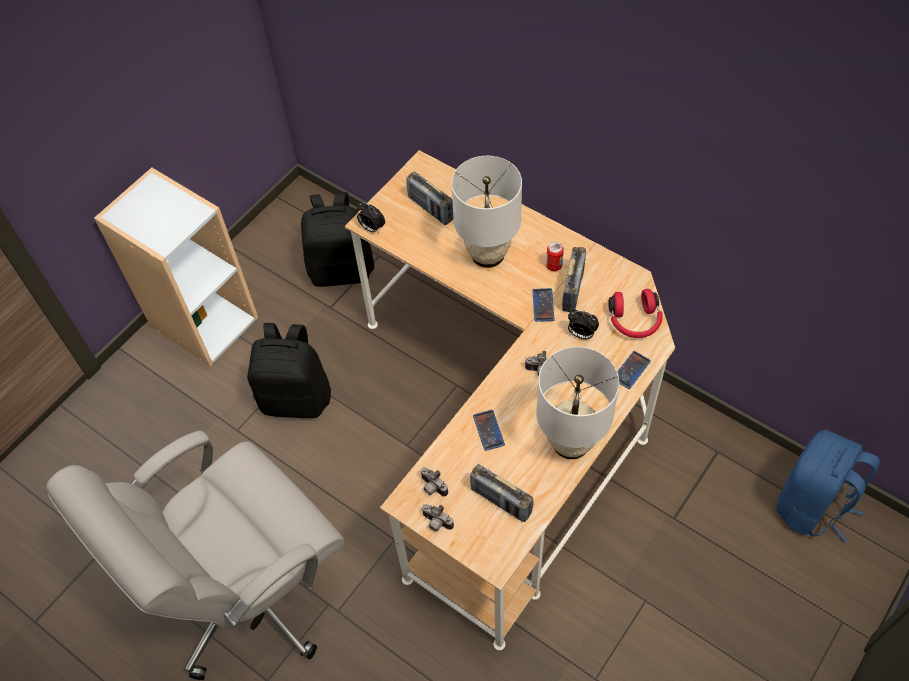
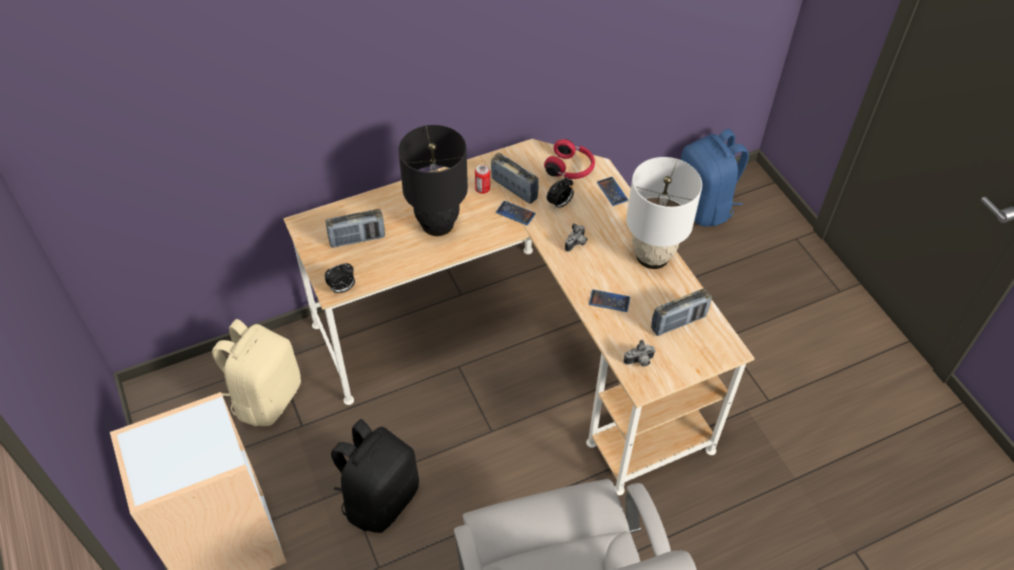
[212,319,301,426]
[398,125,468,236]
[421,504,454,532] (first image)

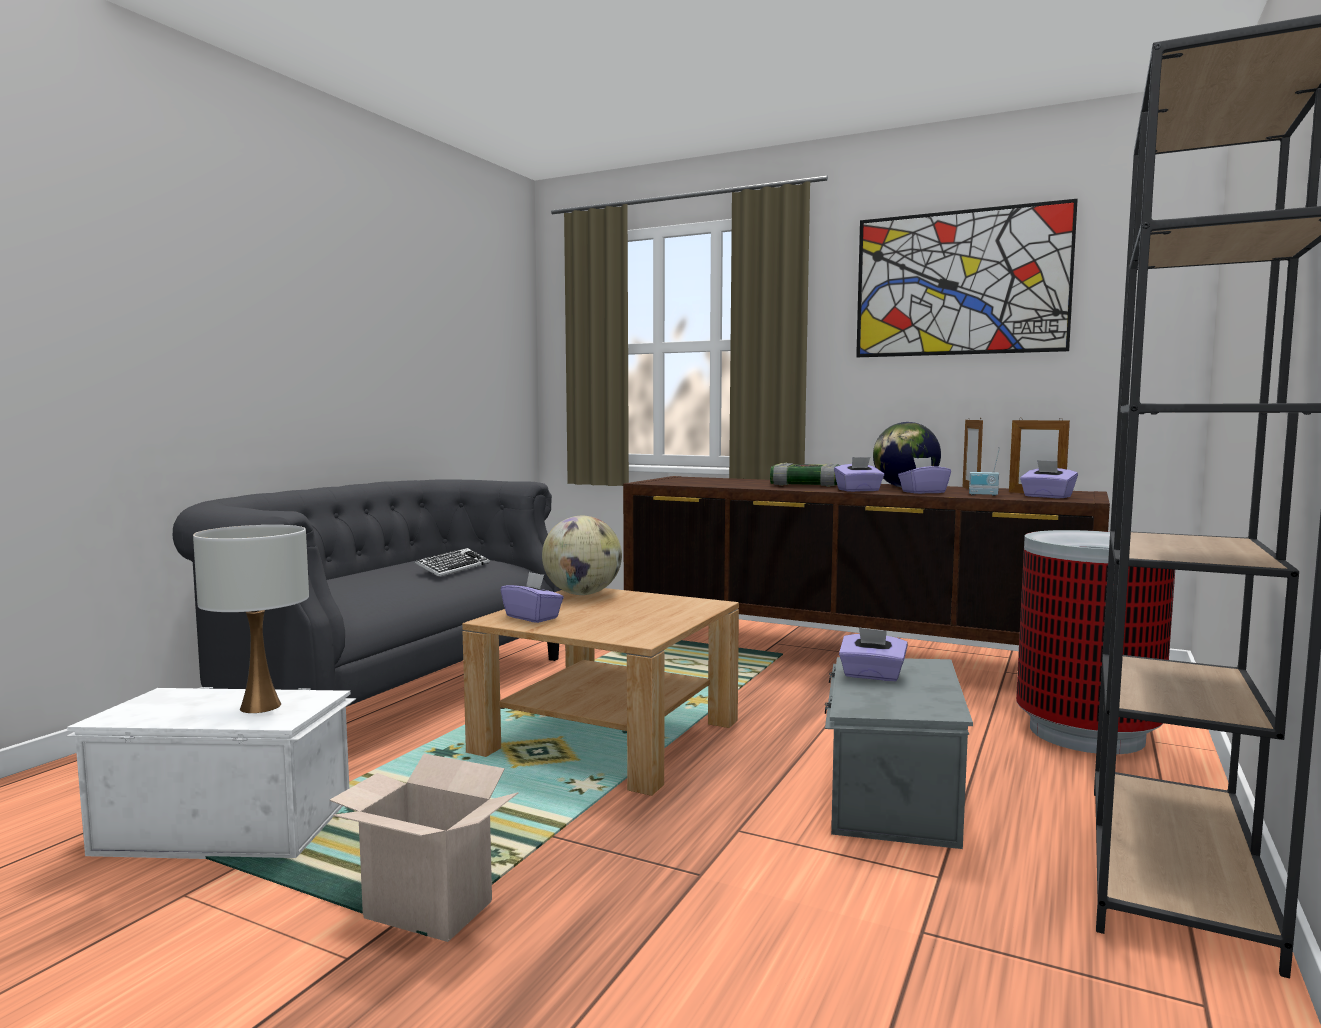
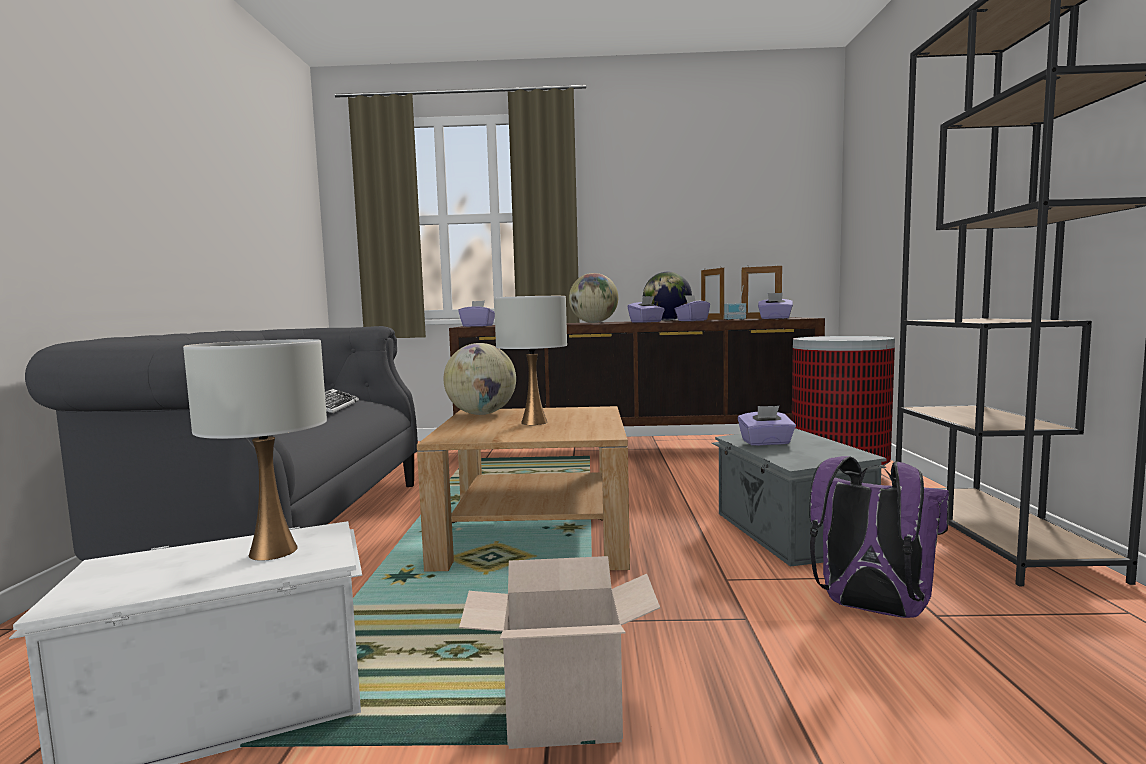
[458,300,495,327]
[494,296,567,425]
[569,273,618,323]
[809,456,949,618]
[856,199,1078,357] (first image)

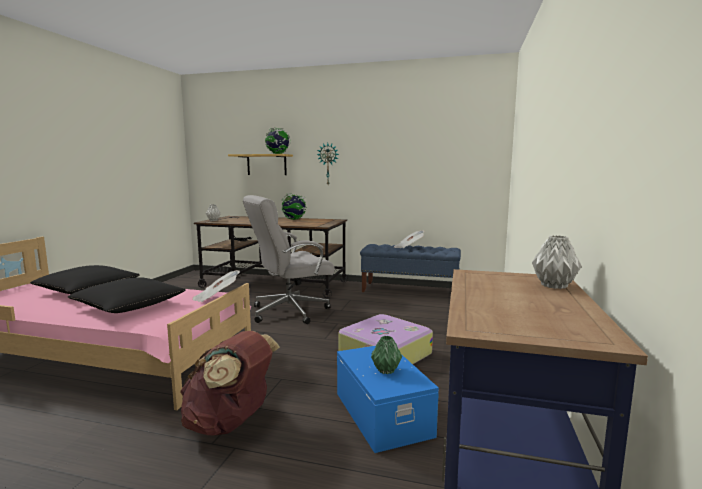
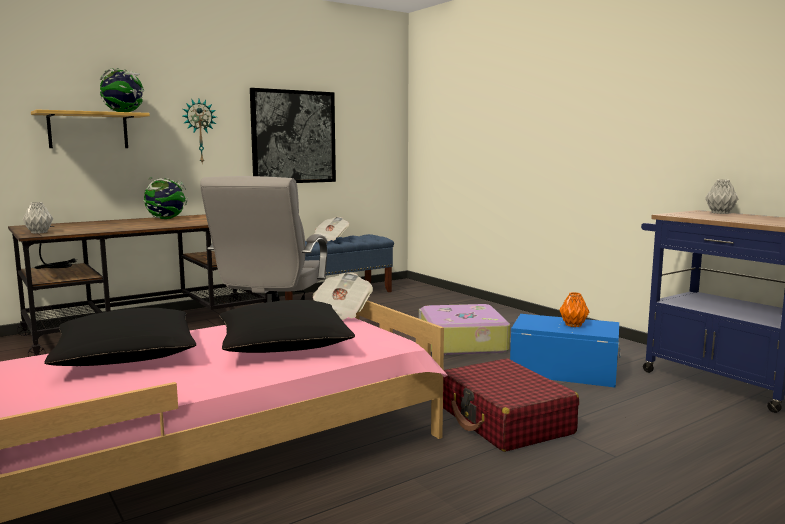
[250,88,336,183]
[443,358,579,452]
[559,292,590,327]

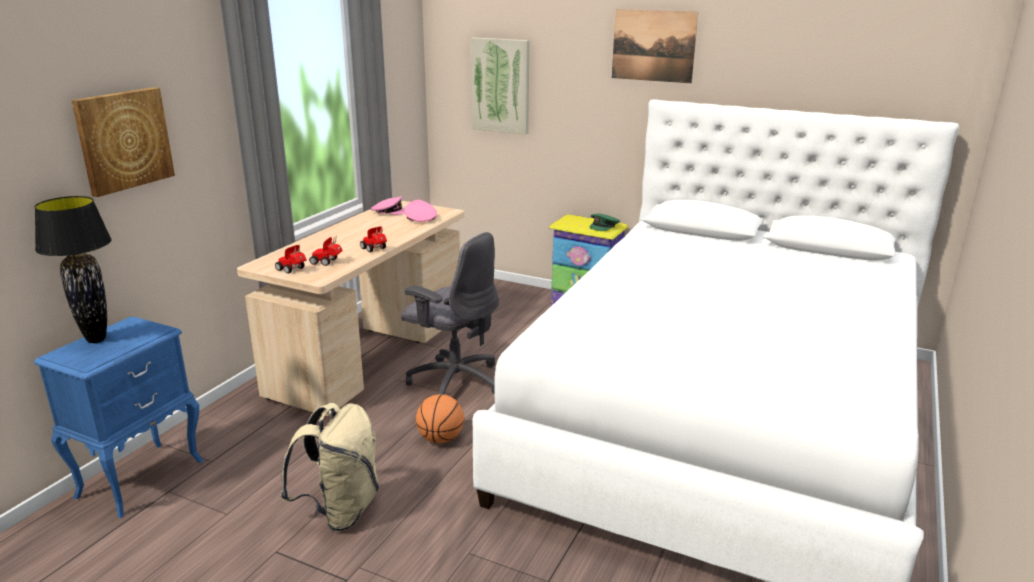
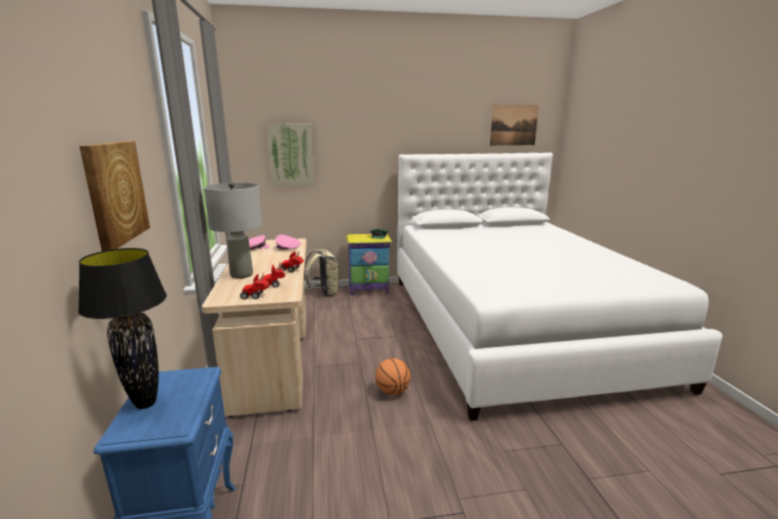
[204,182,262,279]
[304,248,338,297]
[490,105,539,146]
[401,232,499,395] (first image)

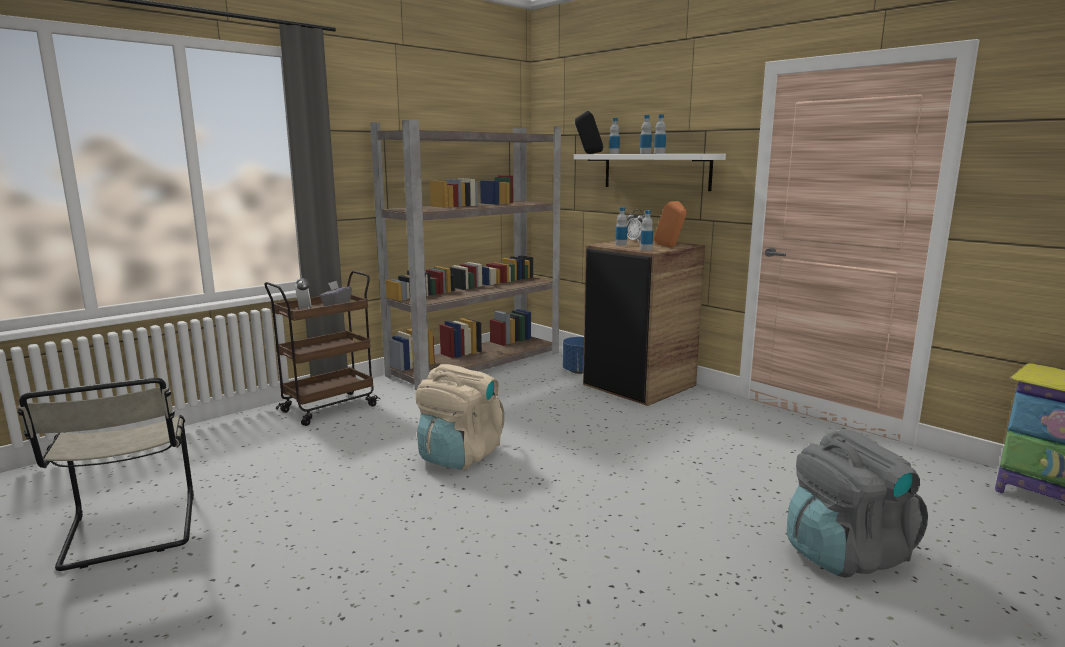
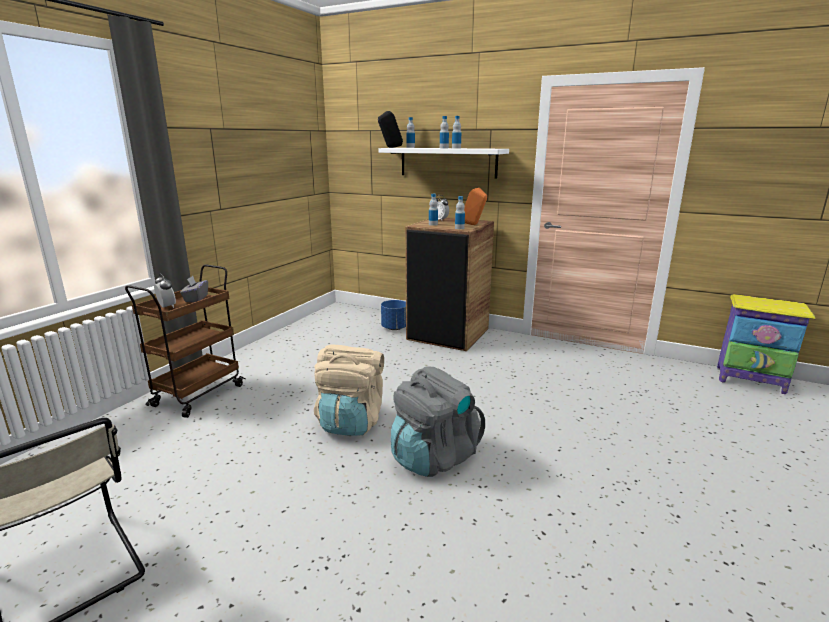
[391,366,485,477]
[370,120,561,390] (first image)

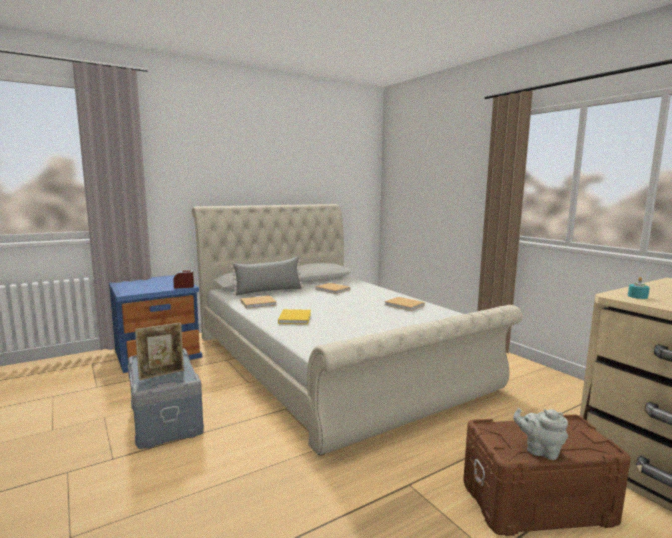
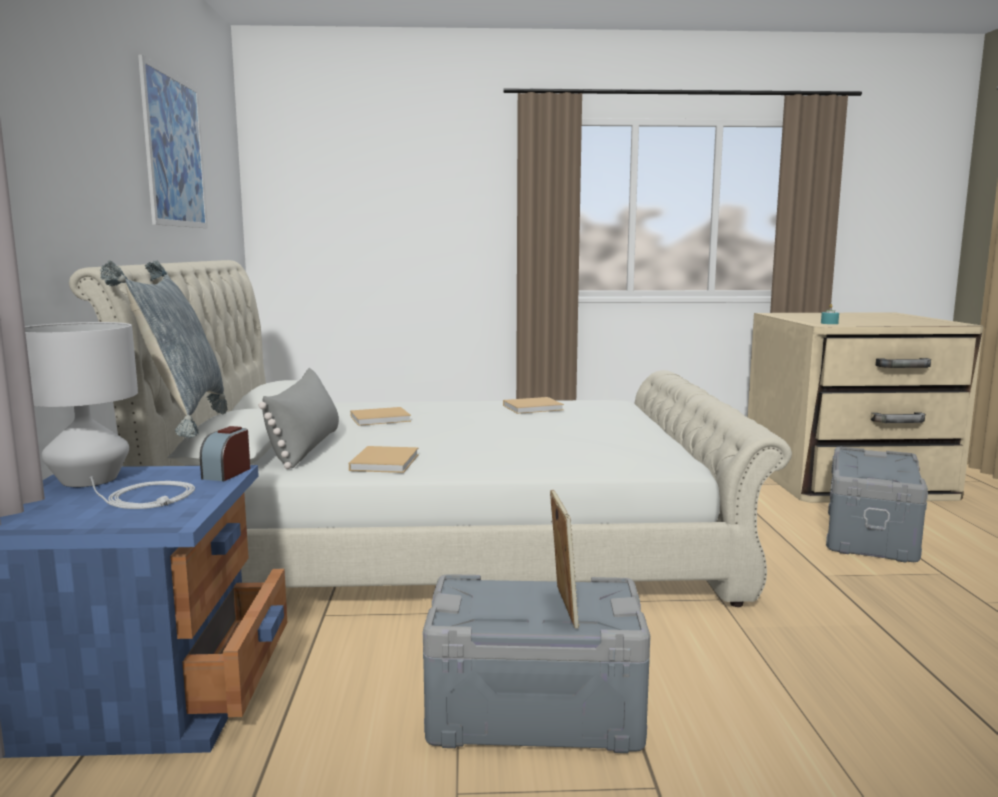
[25,322,195,509]
[100,260,228,438]
[138,55,208,228]
[826,447,928,563]
[278,309,311,324] (first image)
[513,408,568,460] (first image)

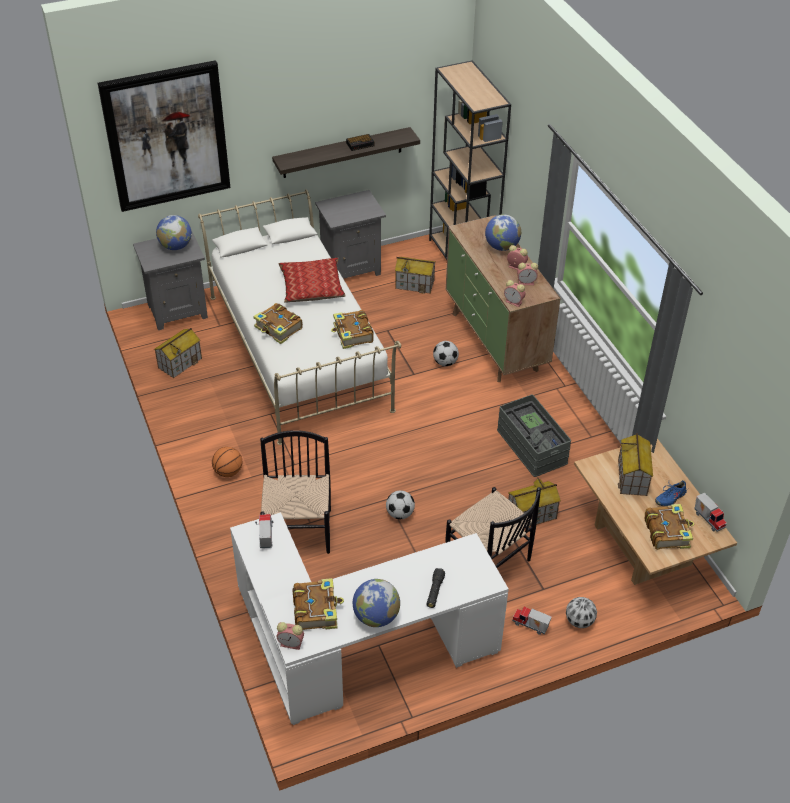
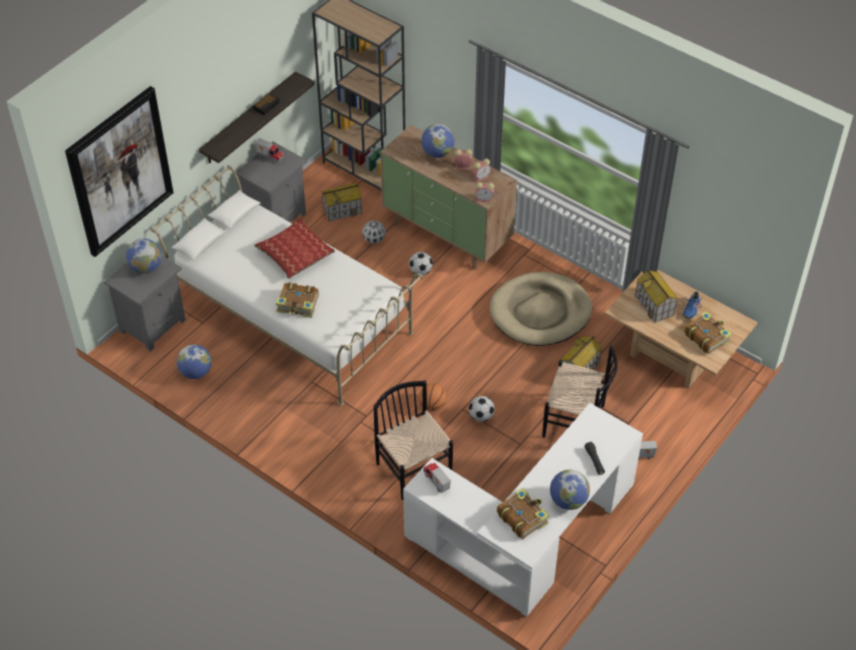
[177,345,212,379]
[254,138,284,163]
[362,220,385,244]
[419,383,447,411]
[490,272,592,346]
[277,622,304,650] (first image)
[331,310,374,349] (first image)

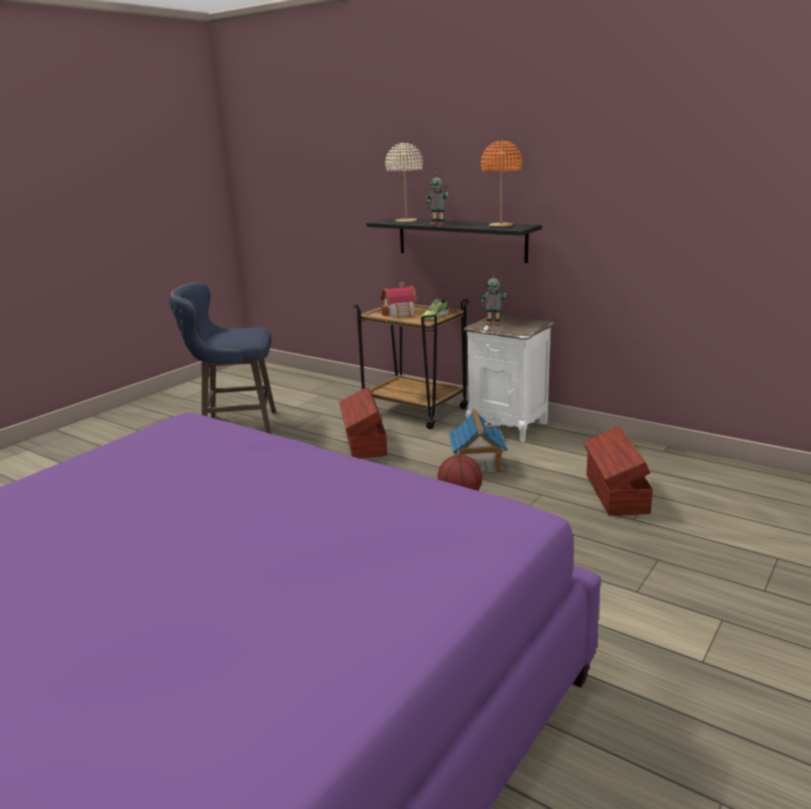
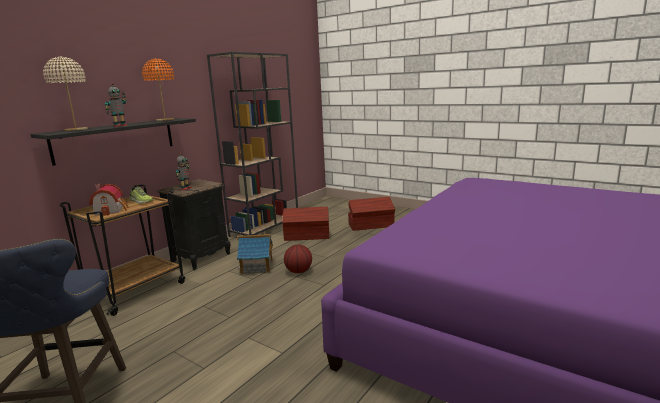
[157,179,230,270]
[207,52,298,237]
[348,197,395,231]

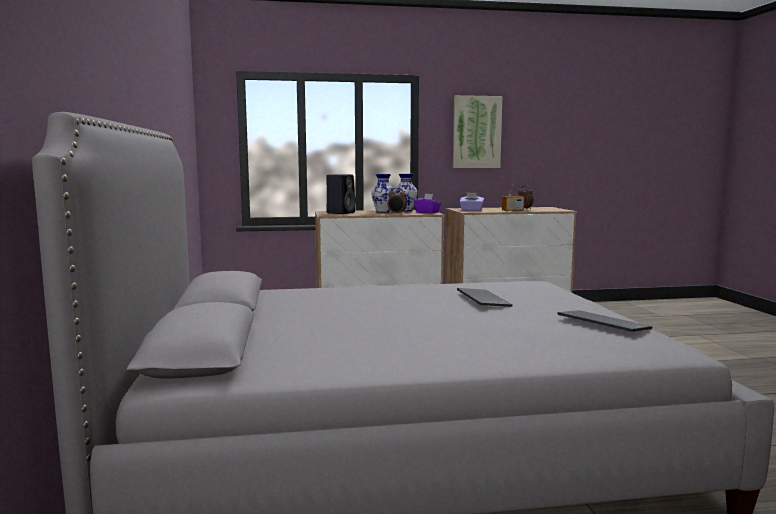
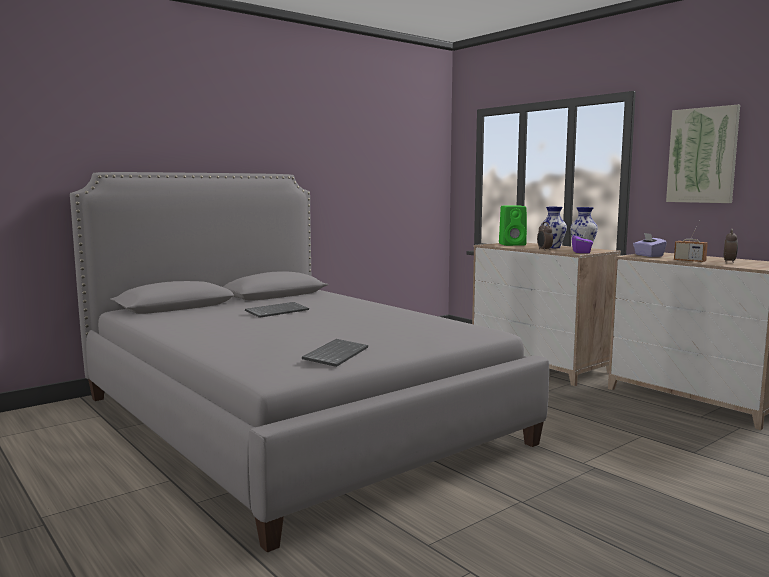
[245,302,309,318]
[499,206,527,246]

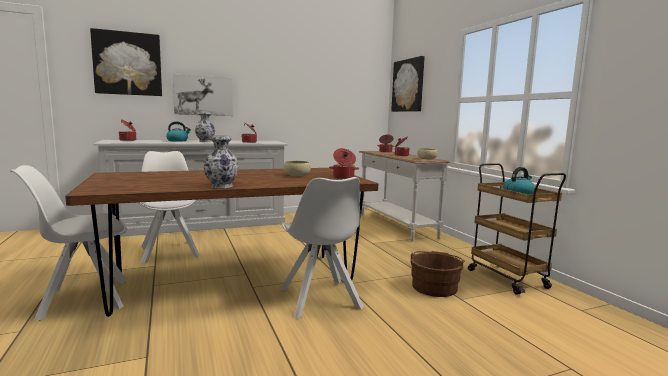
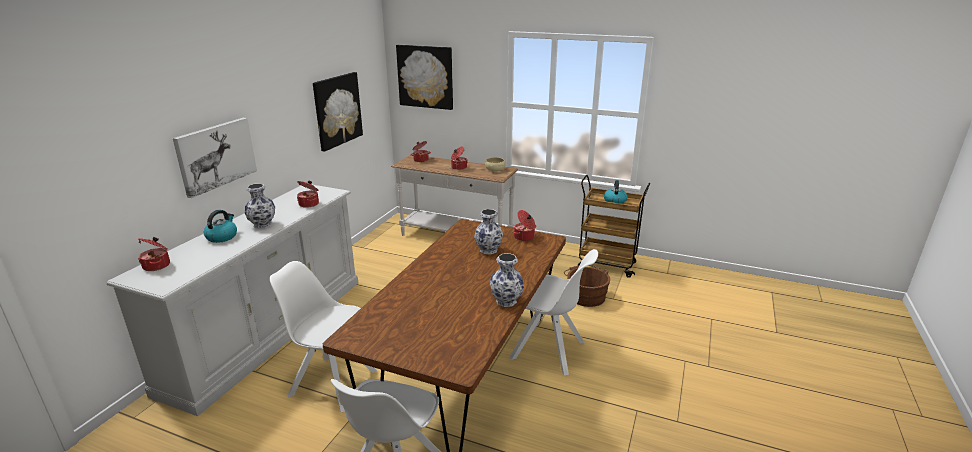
[313,72,363,151]
[474,209,503,255]

